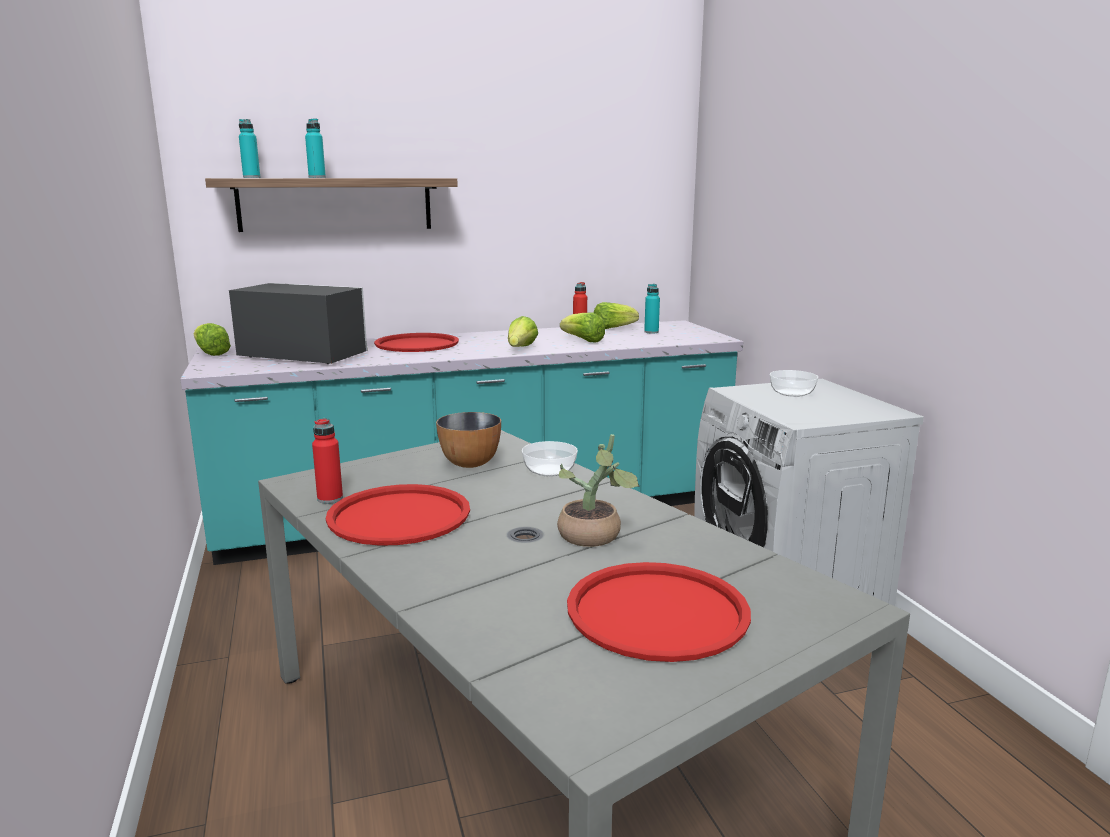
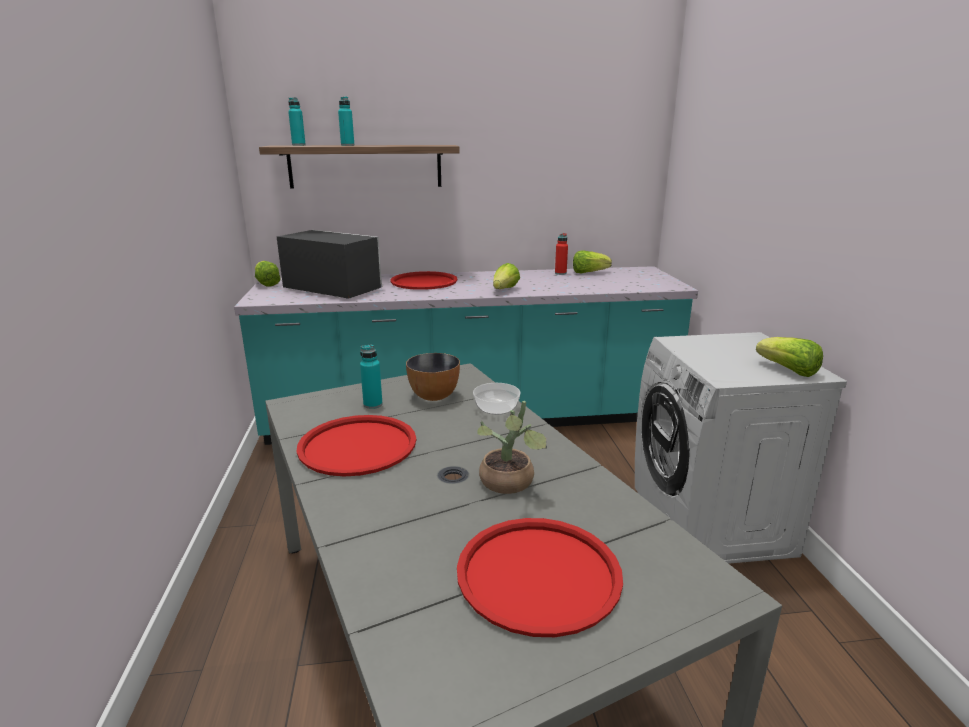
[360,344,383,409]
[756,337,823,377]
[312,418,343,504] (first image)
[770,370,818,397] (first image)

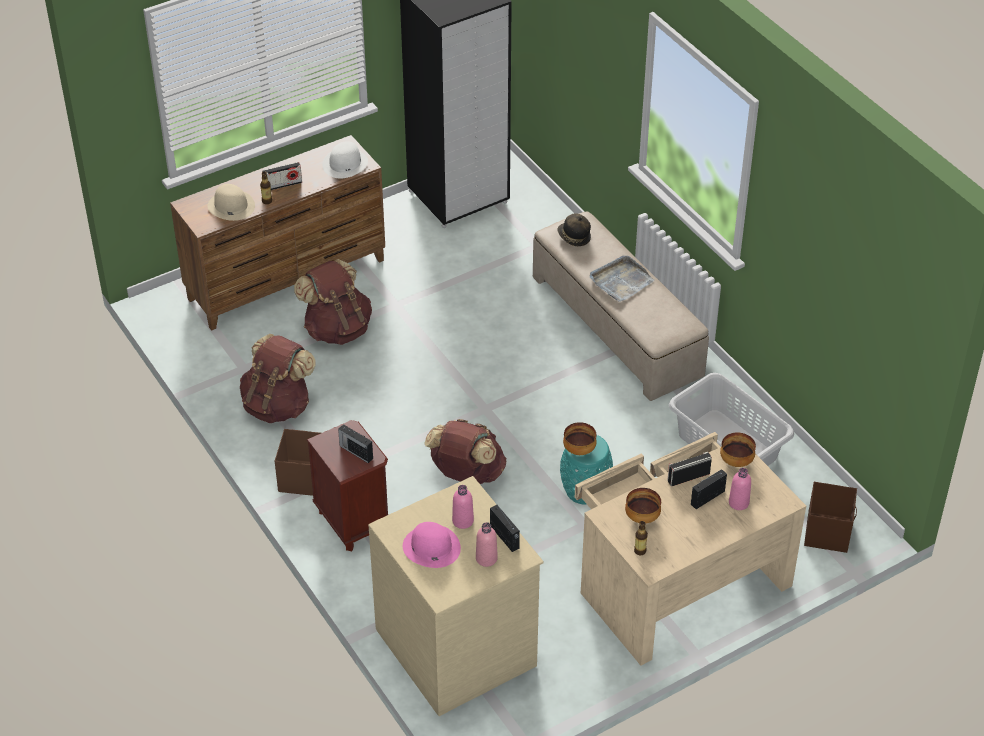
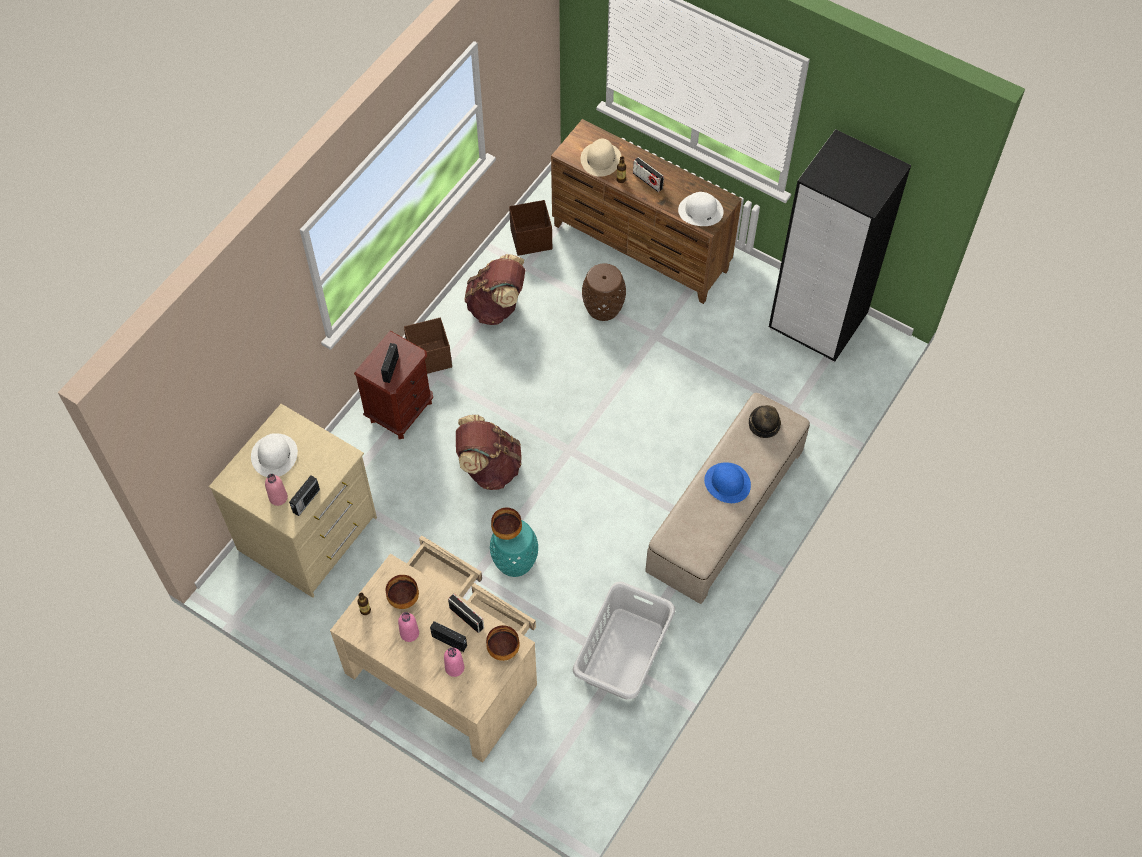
[251,433,298,477]
[398,612,419,642]
[509,200,552,256]
[582,264,626,321]
[704,462,751,503]

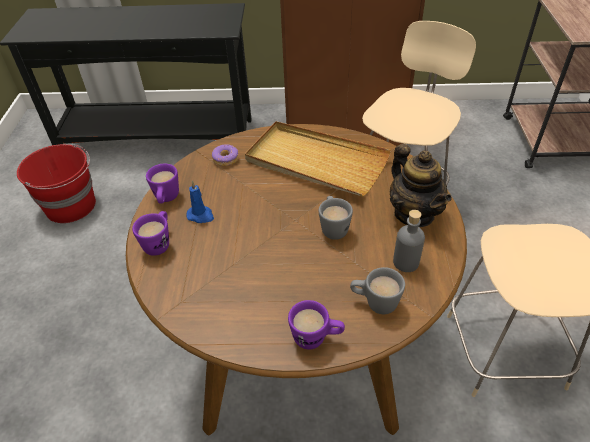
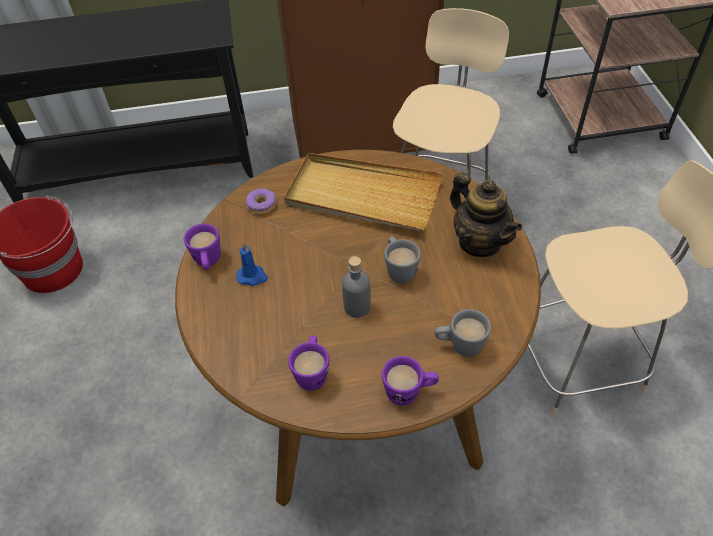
[288,335,329,391]
[342,256,371,318]

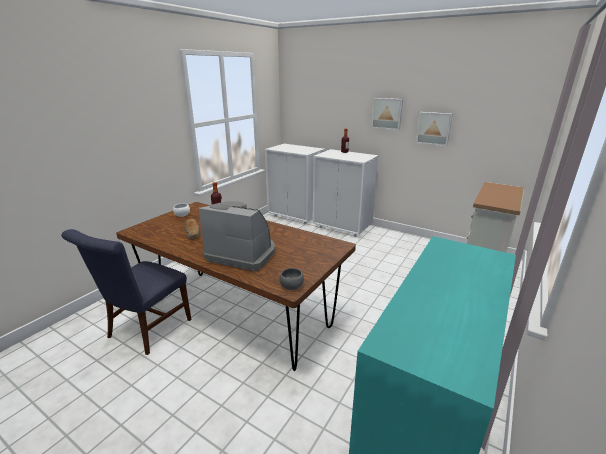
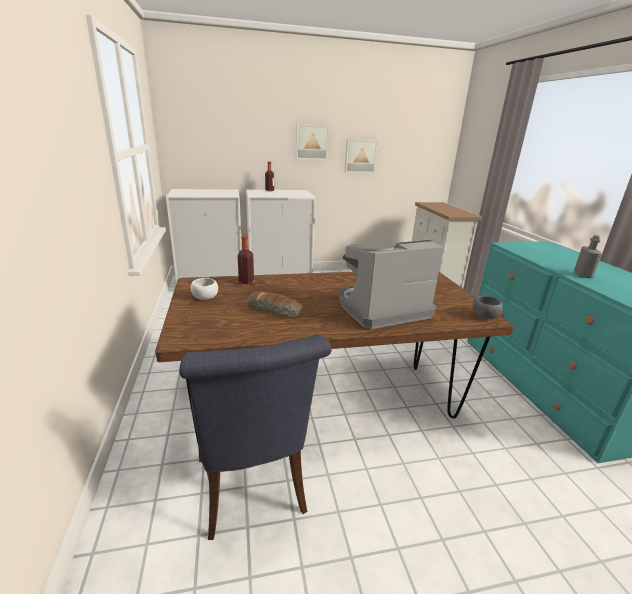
[574,235,602,278]

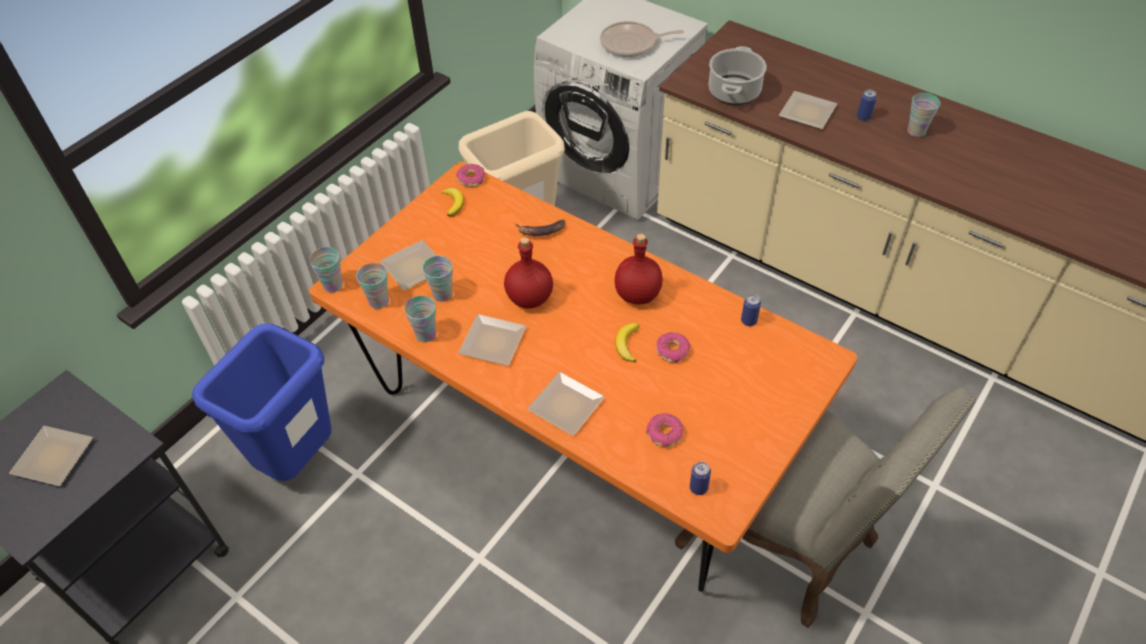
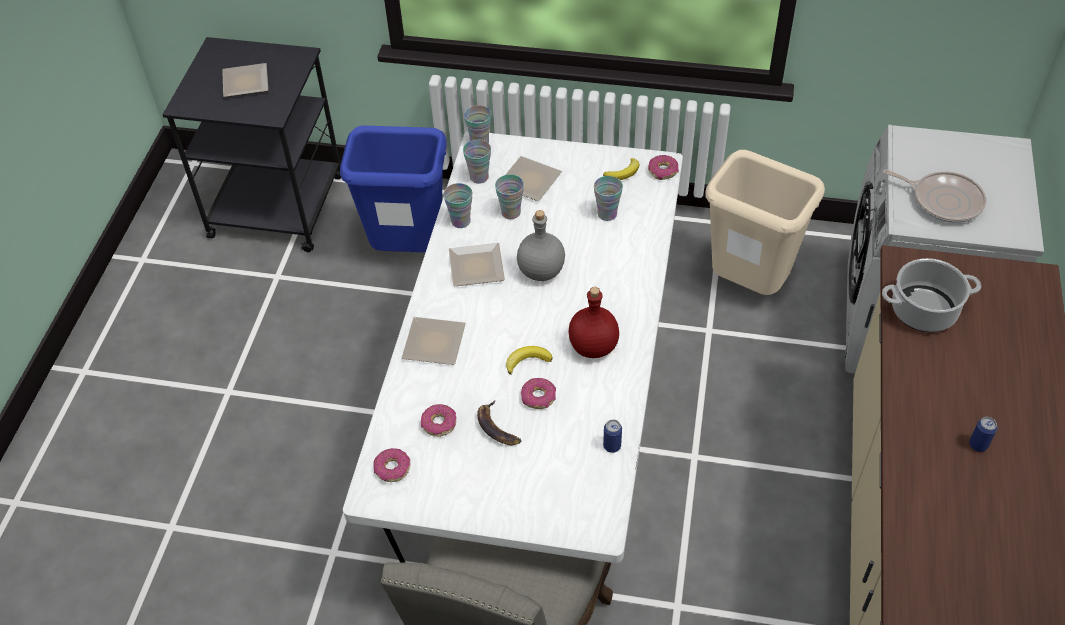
[343,131,683,563]
[374,448,410,482]
[477,400,521,445]
[517,210,565,281]
[594,176,623,221]
[883,169,986,223]
[778,91,837,129] (first image)

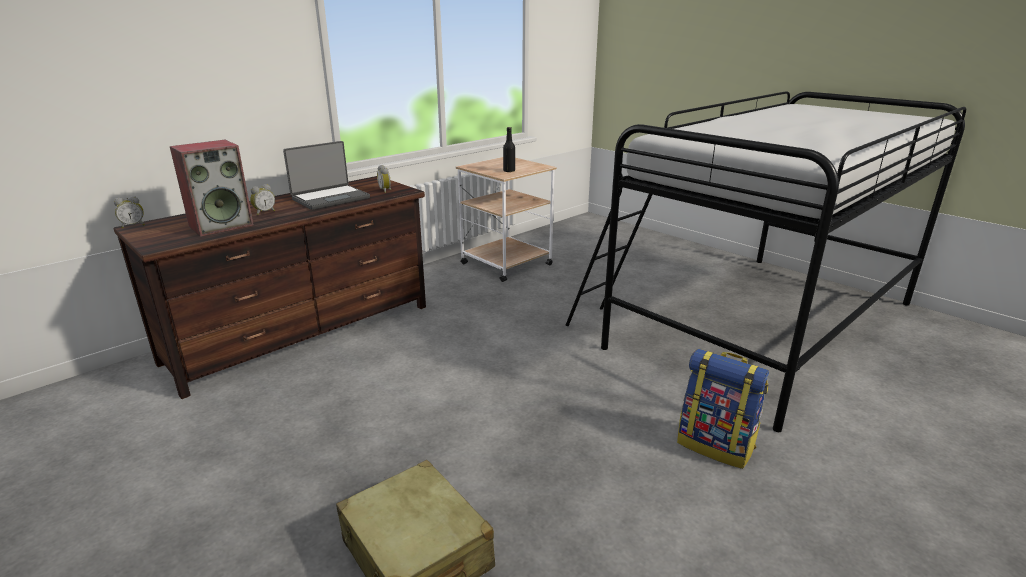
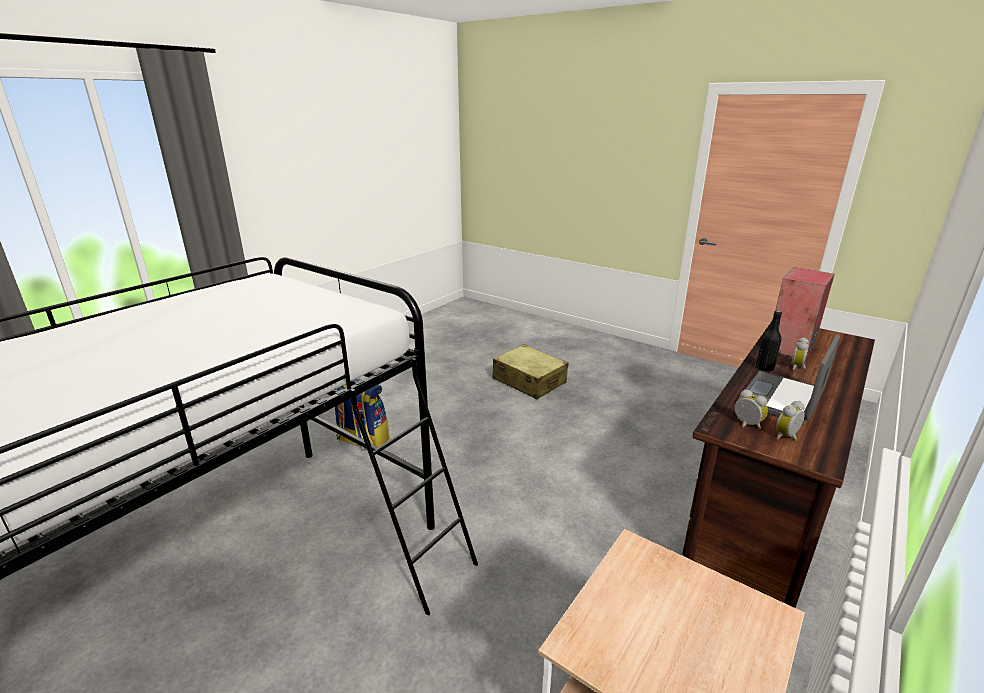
[756,311,782,371]
[776,401,805,441]

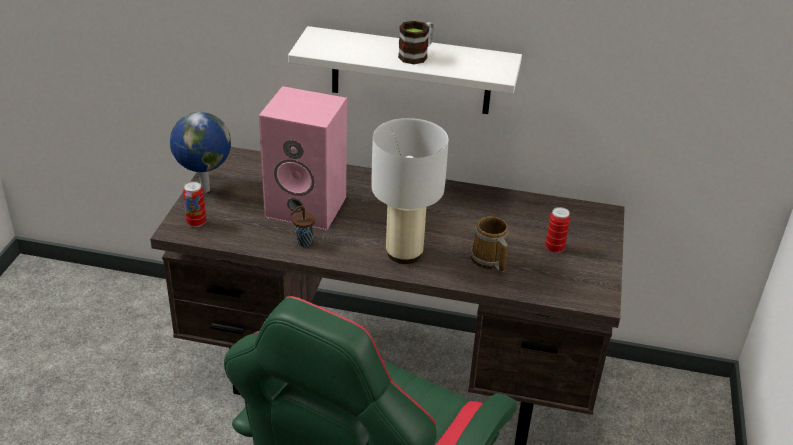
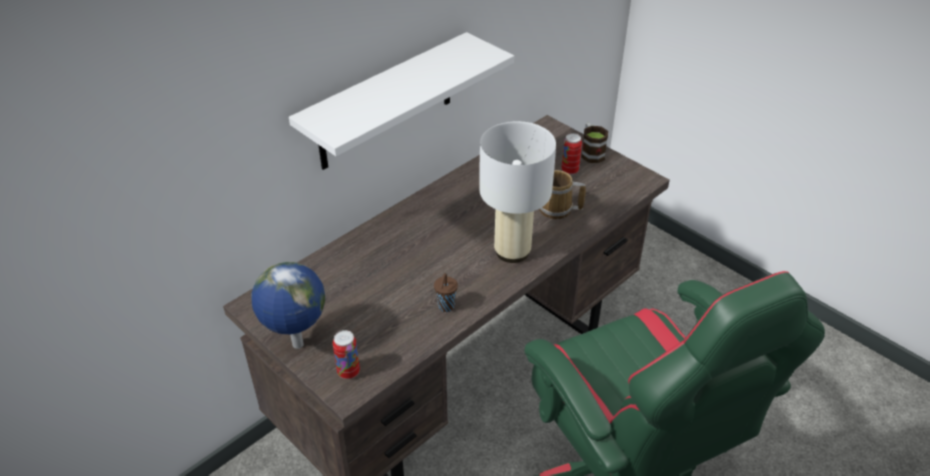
[581,123,608,163]
[259,86,347,230] (first image)

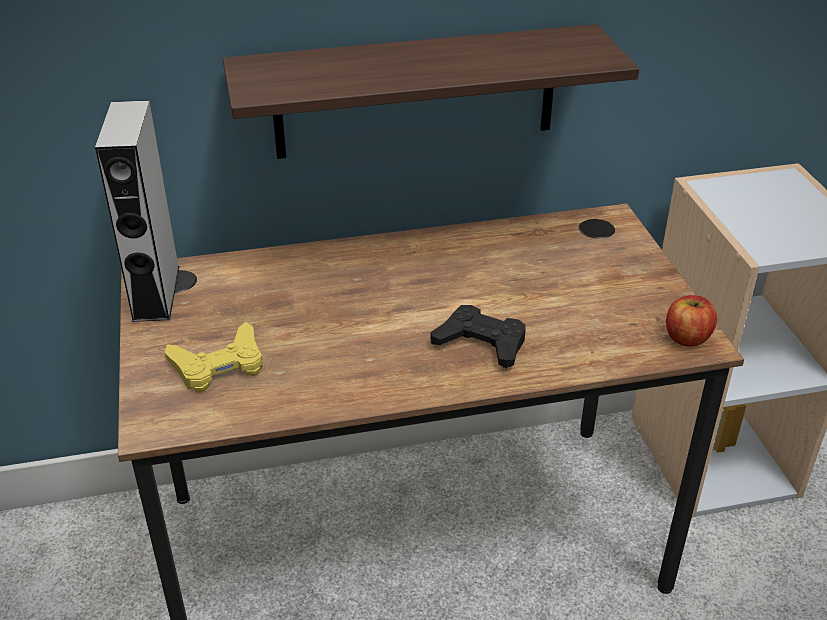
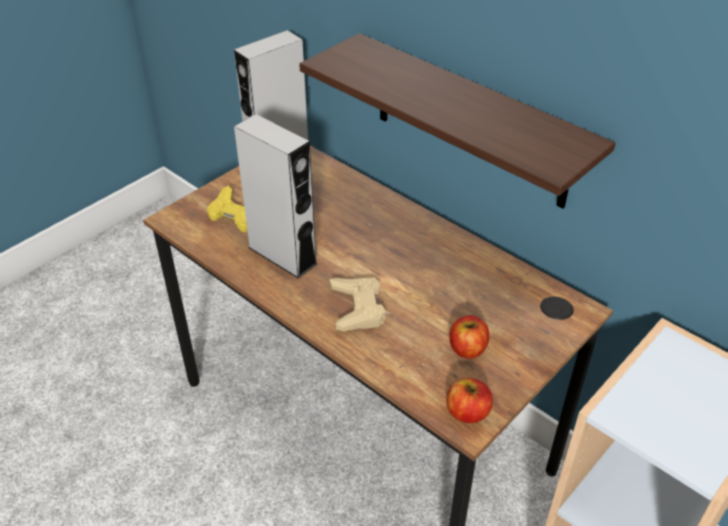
[234,114,317,279]
[329,278,386,332]
[449,315,489,359]

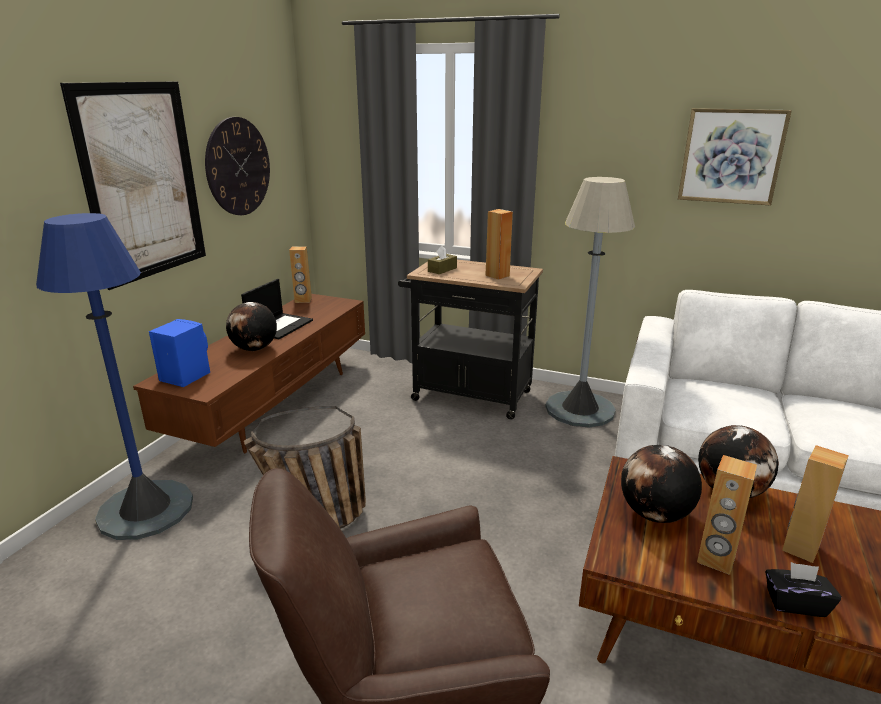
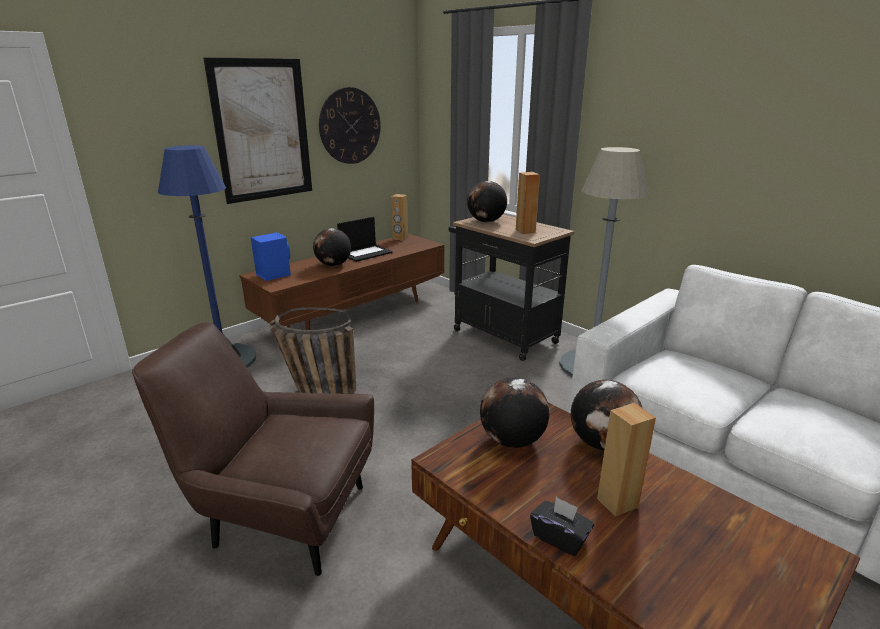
[467,181,507,222]
[678,108,792,206] (first image)
[697,455,757,575] (first image)

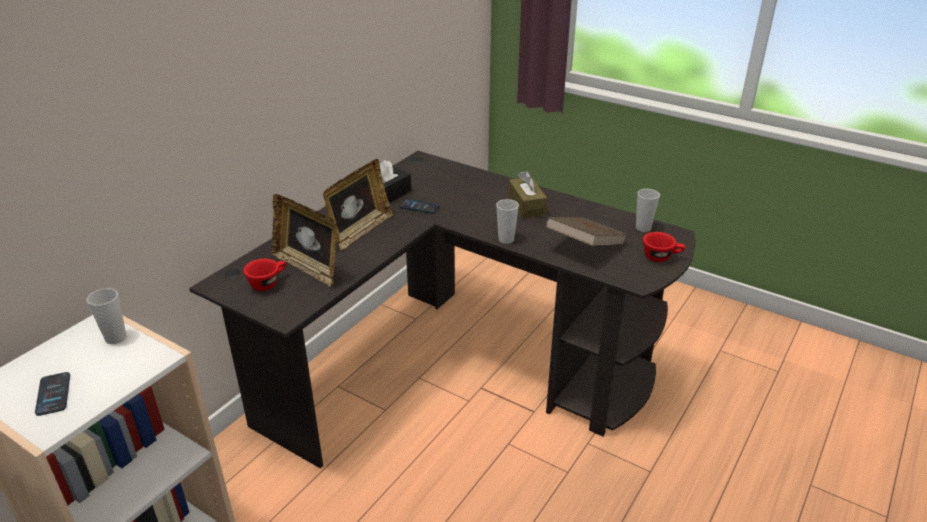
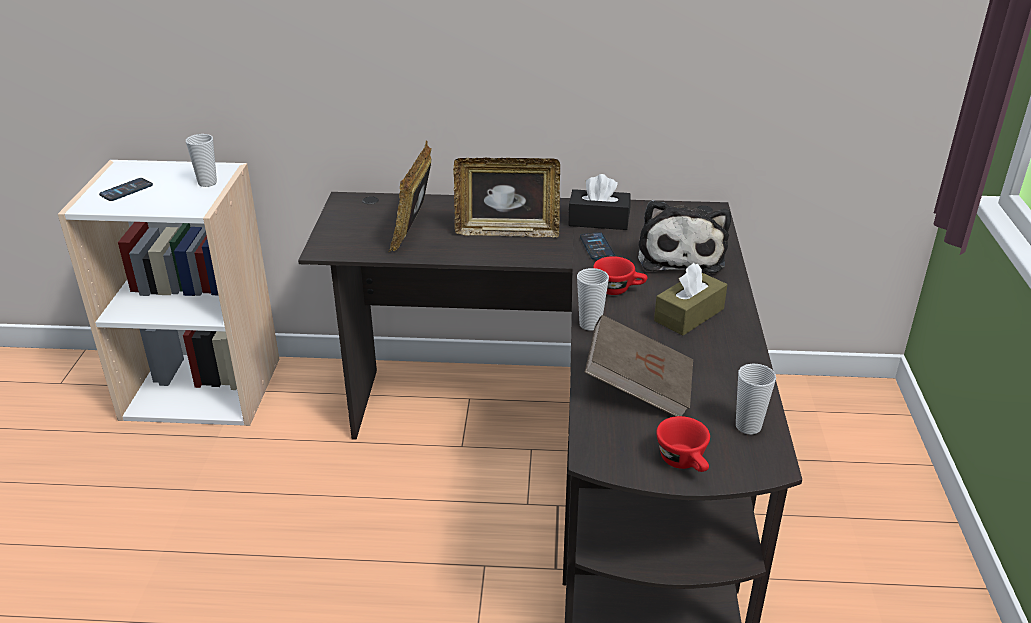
[593,256,647,295]
[638,200,731,273]

